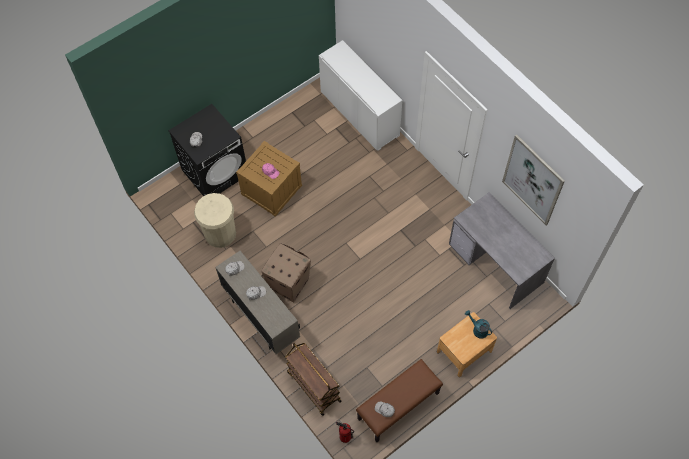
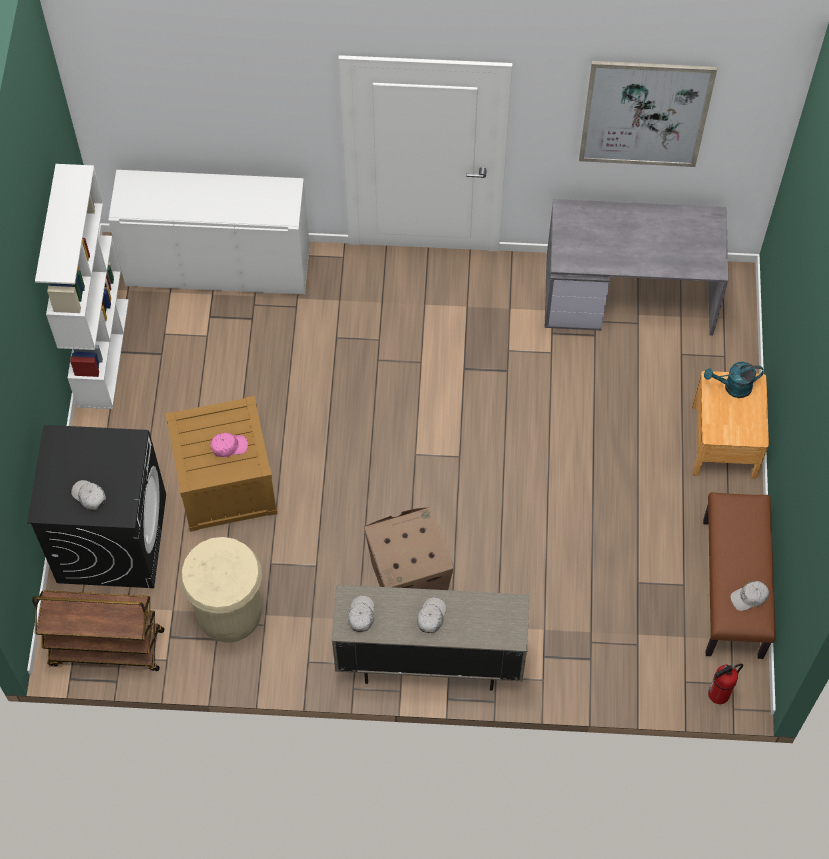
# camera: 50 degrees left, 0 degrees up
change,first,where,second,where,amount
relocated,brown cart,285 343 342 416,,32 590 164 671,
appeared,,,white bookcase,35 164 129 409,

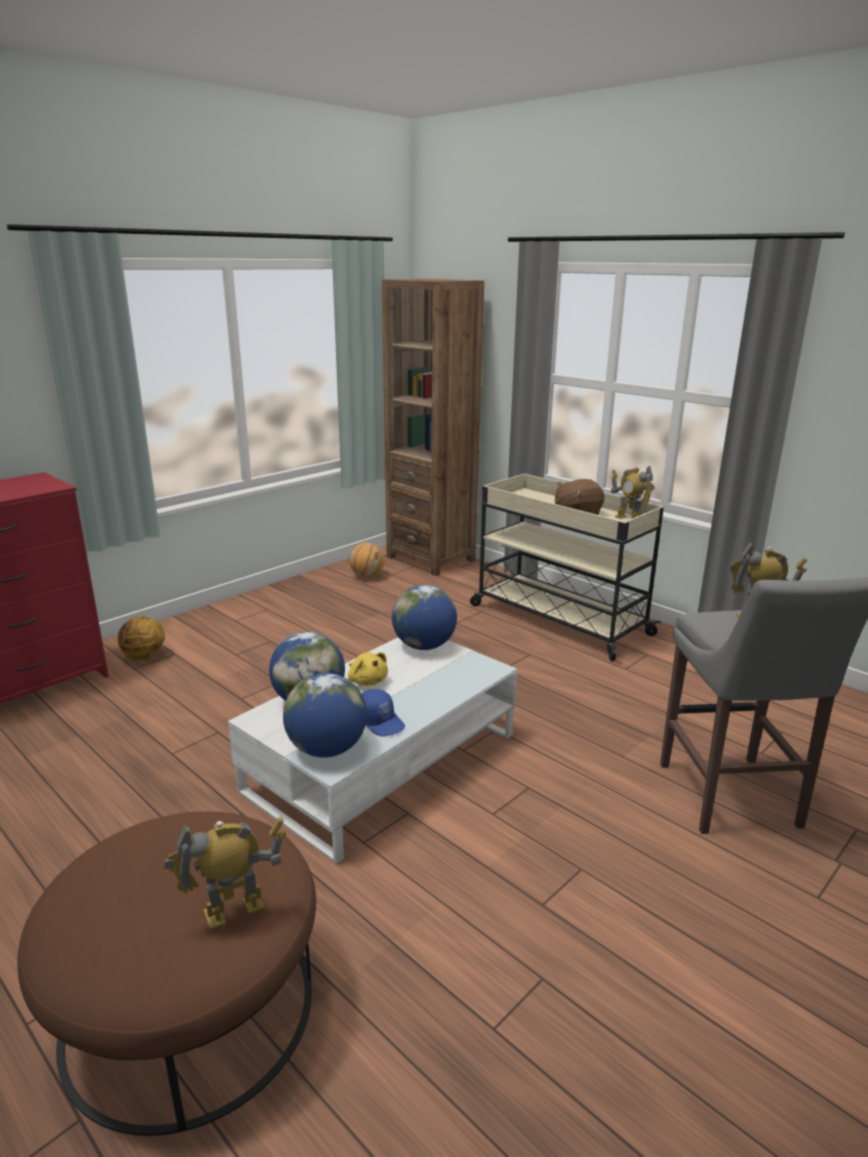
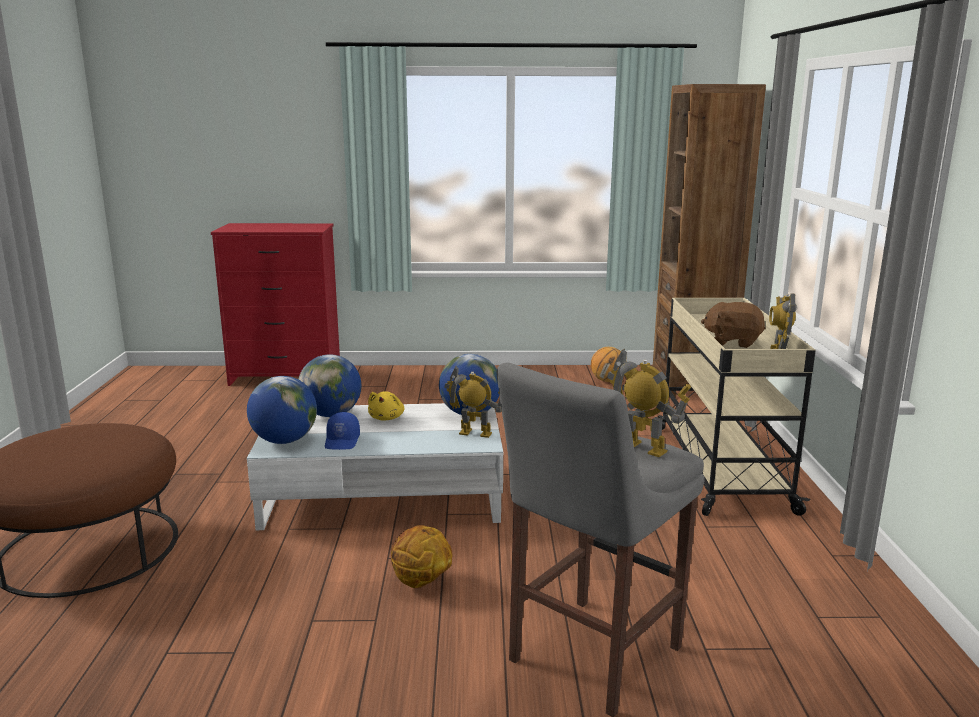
# camera: 45 degrees right, 5 degrees down
change,first,where,second,where,amount
relocated,basketball,118 616 165 660,,391 525 452 588,
relocated,toy robot,164 817 287 931,,445 367 502 438,

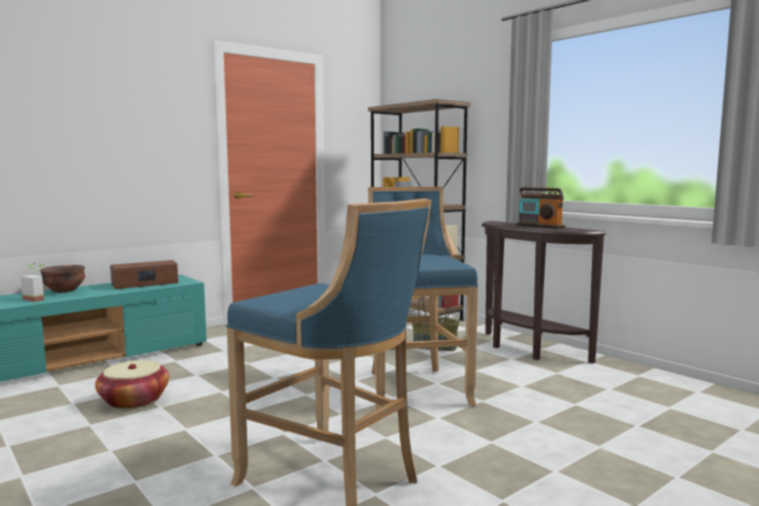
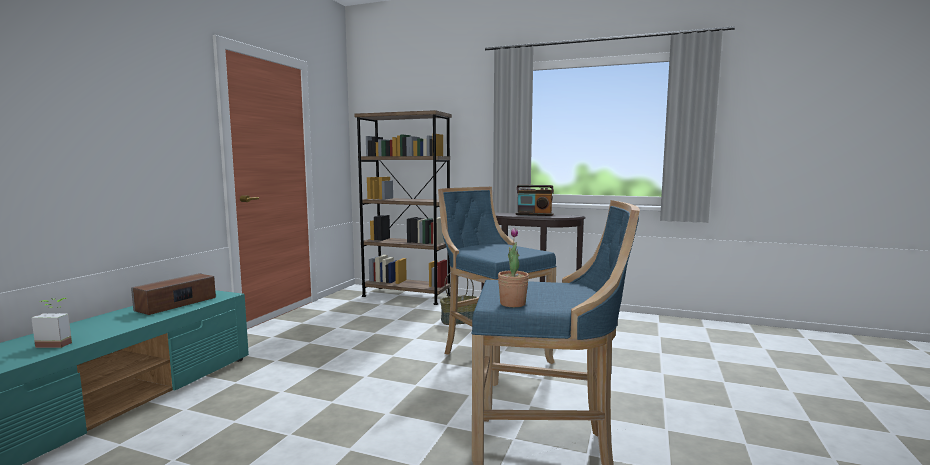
# camera: 30 degrees left, 0 degrees up
change,first,where,second,where,amount
missing,brown bowl,40 265 85 293,,,
missing,basket,95 360 169 409,,,
appeared,,,potted plant,498 228 529 307,

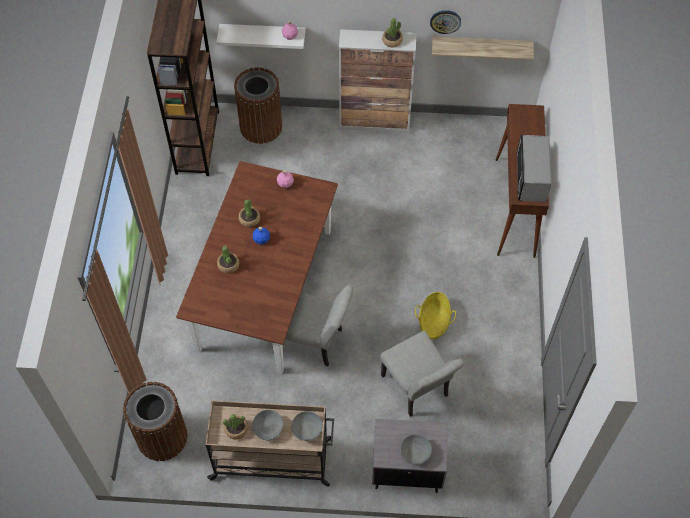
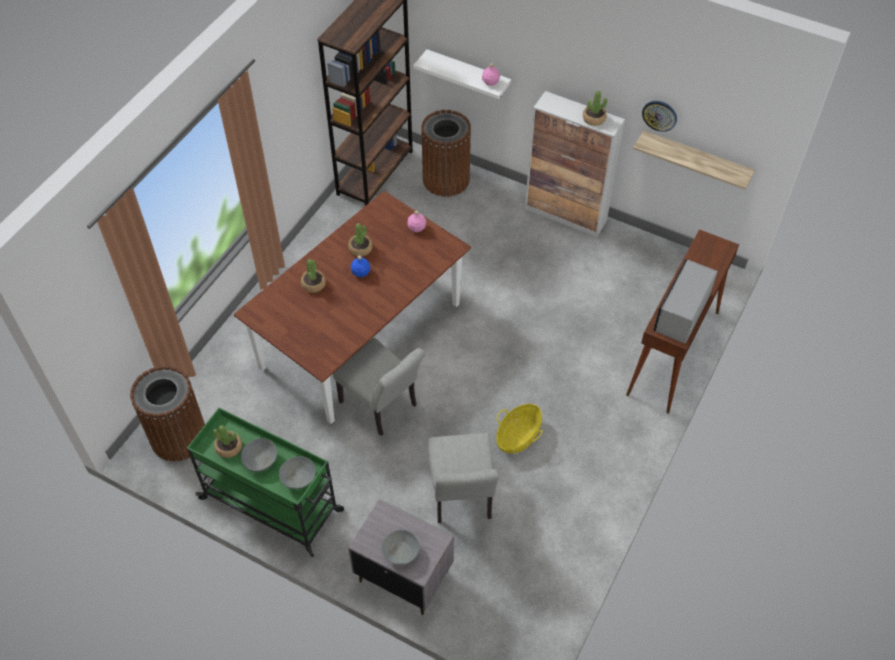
# camera: 25 degrees right, 5 degrees down
change,first,where,second,where,amount
colour,beige cart,205 400 334 487,green cart,187 408 344 557,

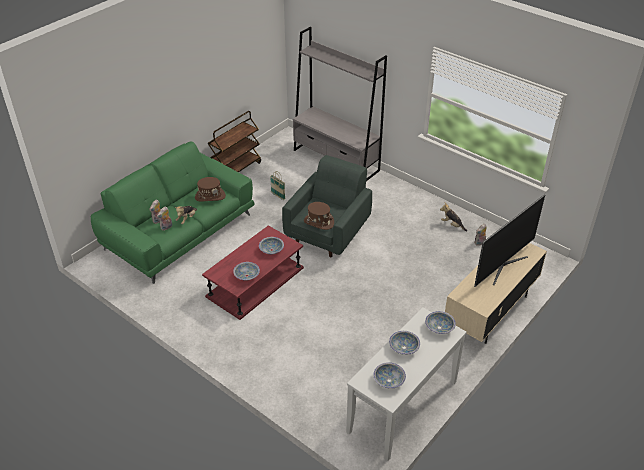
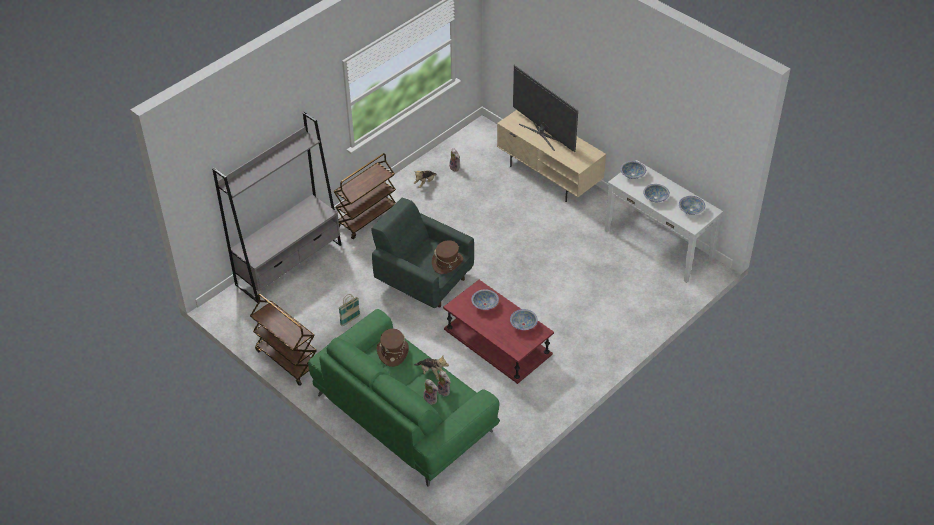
# camera: 85 degrees left, 5 degrees up
change,first,where,second,where,amount
appeared,,,brown cart,334 153 396 239,

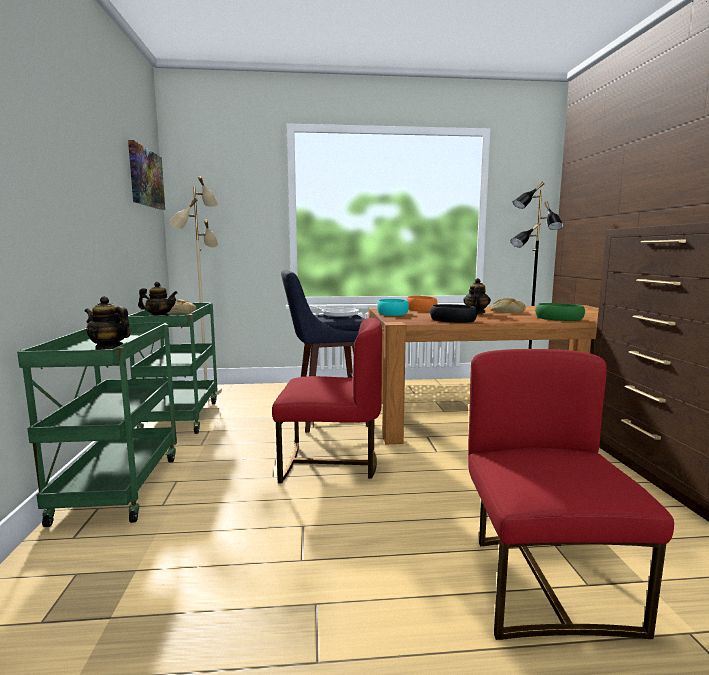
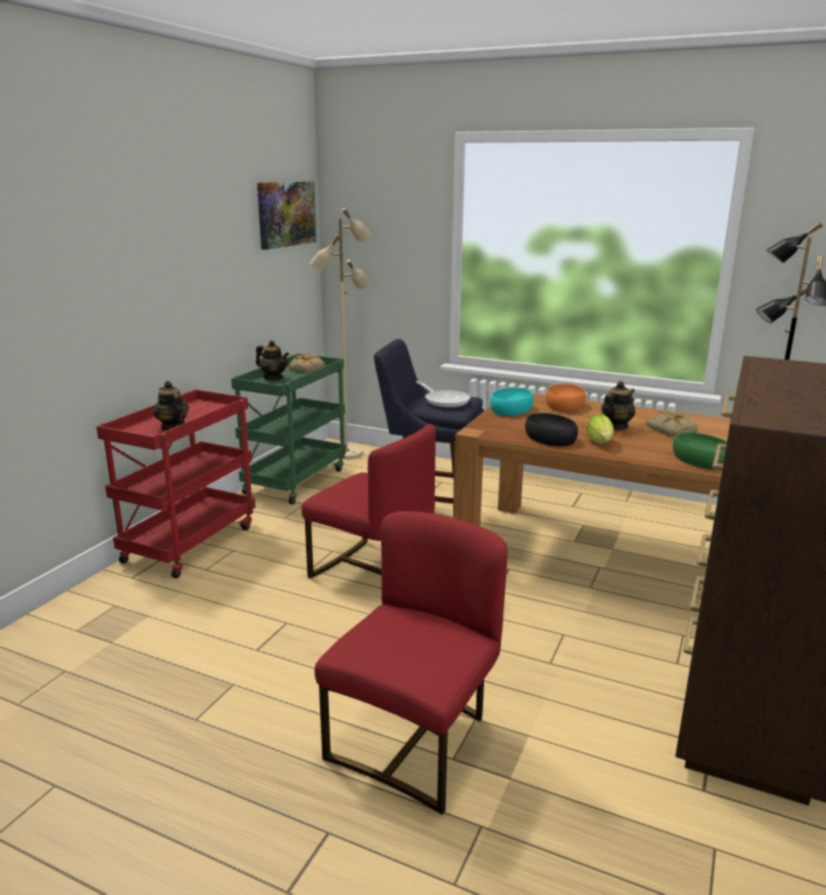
# camera: 30 degrees right, 10 degrees up
change,first,where,second,where,amount
colour,green cart,17 323 177 527,red cart,96 389 255 578,
appeared,,,lettuce,586 414 614 443,

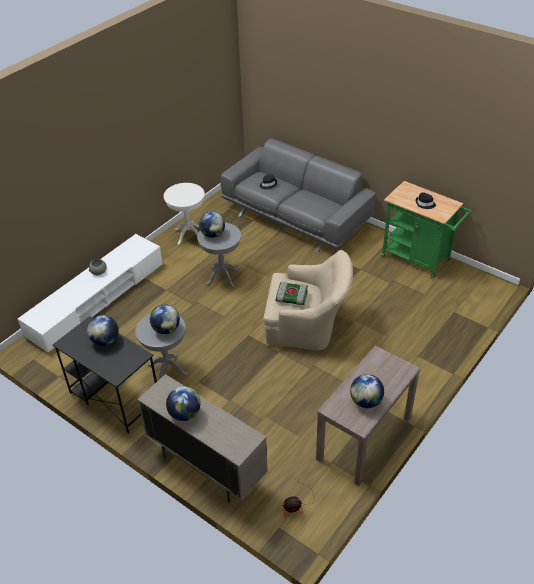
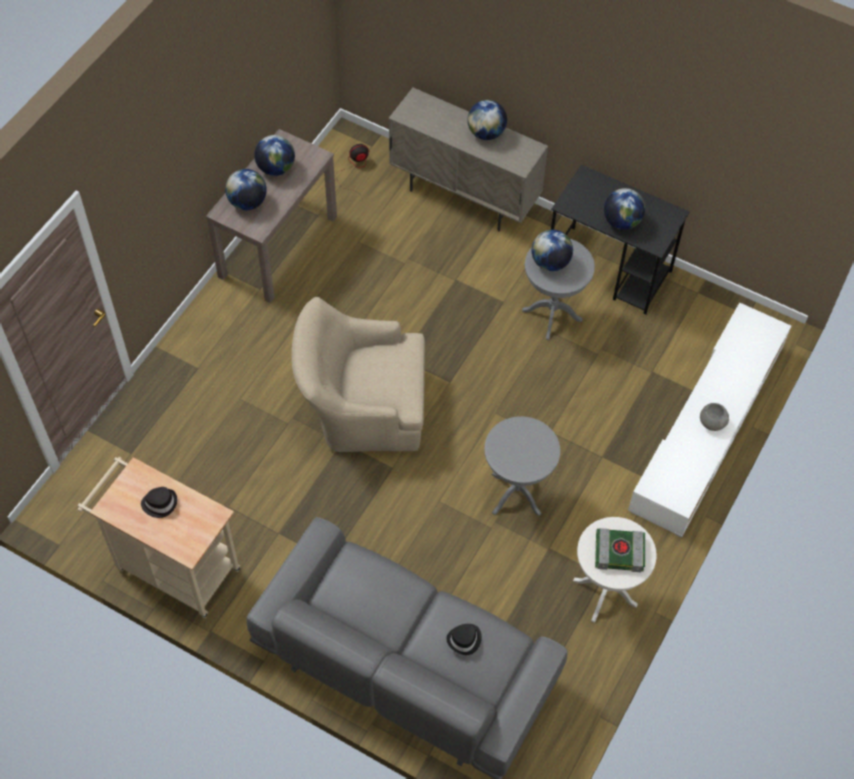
# camera: 170 degrees right, 15 degrees up
change,first,where,second,where,amount
relocated,globe,199 212 225 238,,225 169 267 210,
relocated,book,276 282 308 305,,595 528 645 572,
colour,green cart,382 181 472 278,beige cart,77 457 241 618,

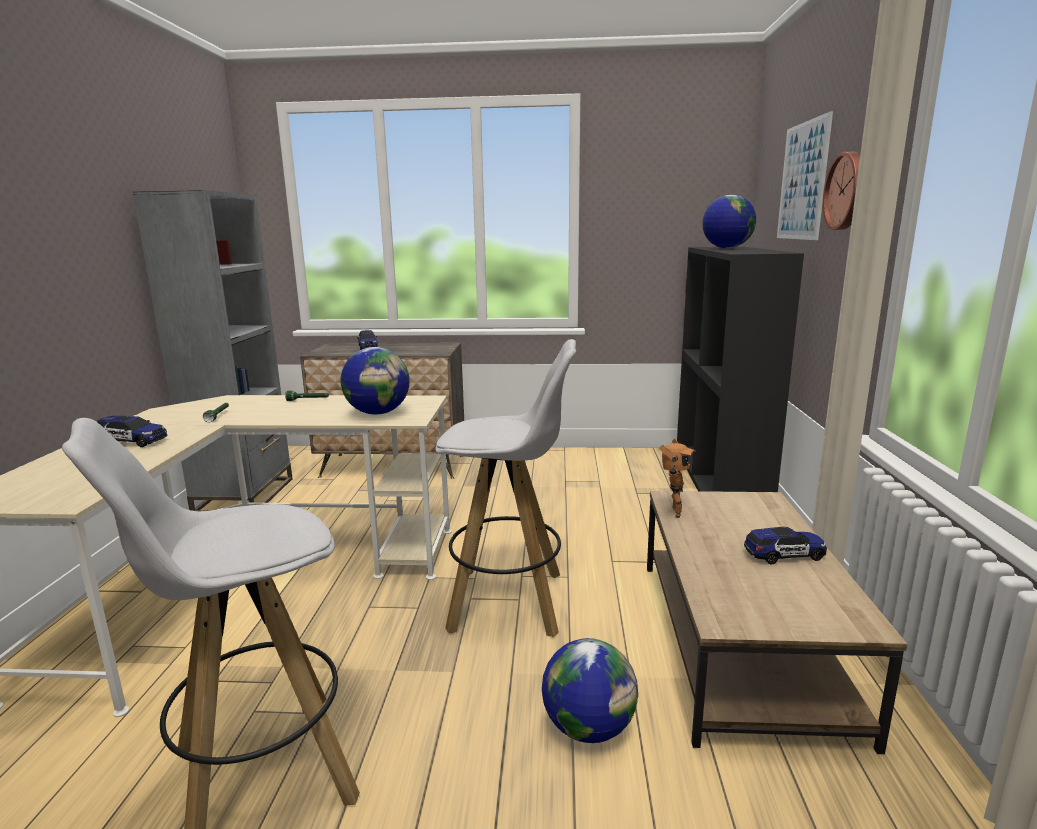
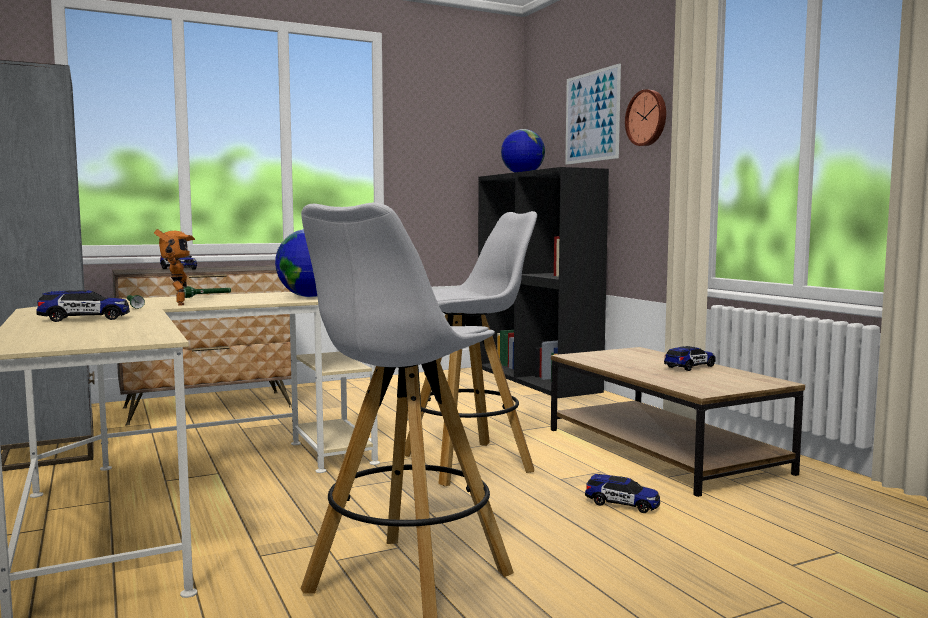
# camera: 30 degrees left, 10 degrees down
change,first,where,second,where,amount
exchanged,globe,542 638 638 743,toy car,585 474 660 513,
relocated,toy robot,659 439 696 518,,154 229 195 306,

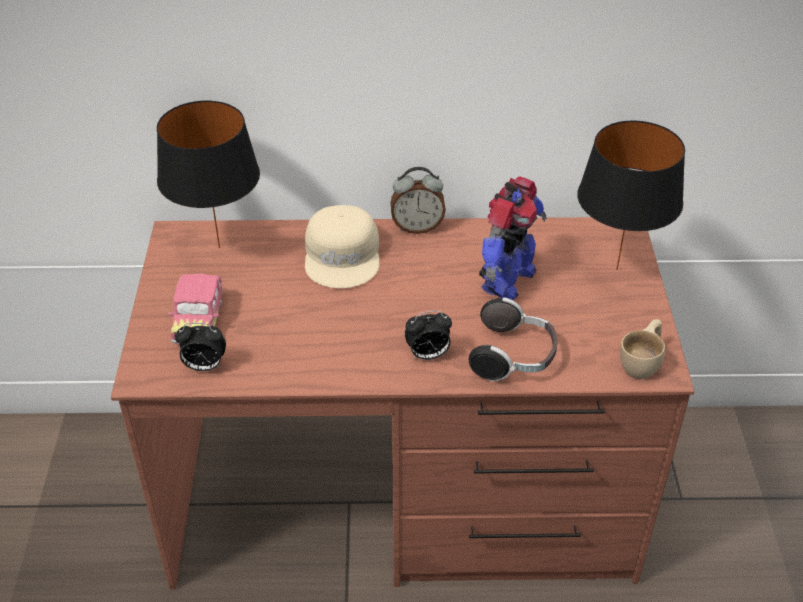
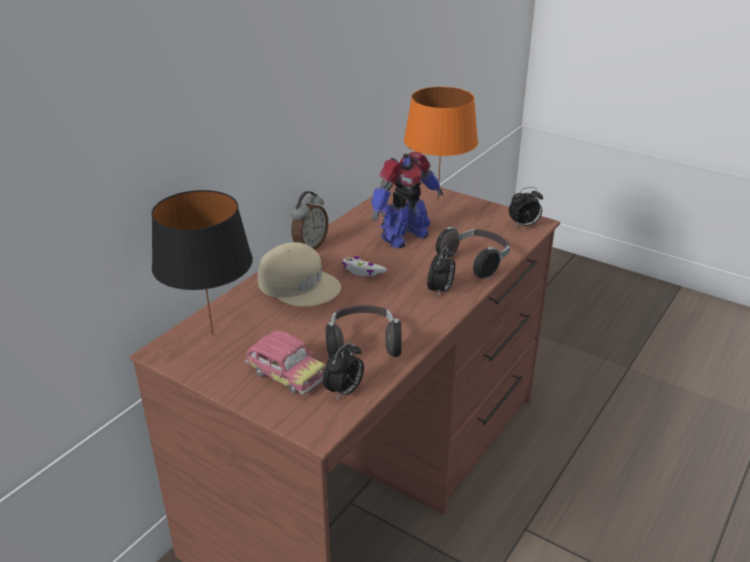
# camera: 55 degrees left, 10 degrees down
change,first,where,second,where,amount
spun,toy robot,479 176 547 300,,371 152 443 249,75 degrees clockwise
colour,black table lamp,577 120 685 270,orange table lamp,404 87 478 201,
exchanged,beige cup,620 319 665 379,alarm clock,509 187 543 228,
appeared,,,headphones,326 305 401 358,
appeared,,,white game controller,342 256 387 276,

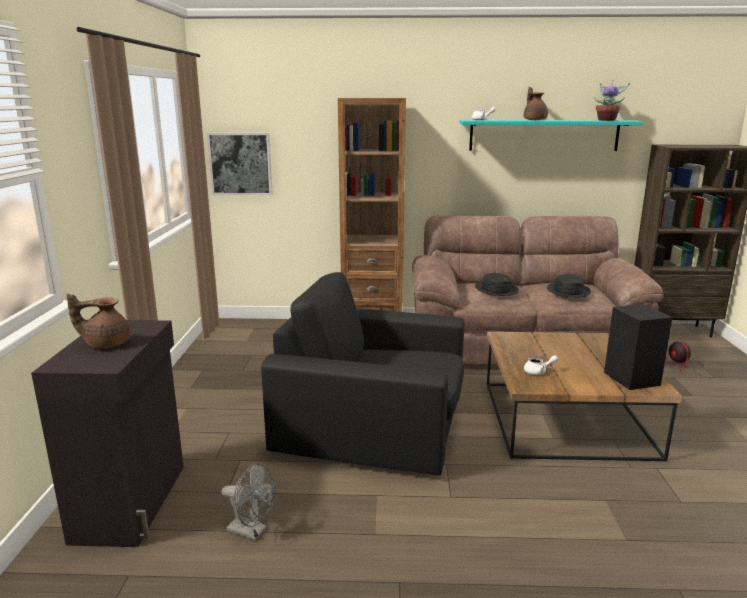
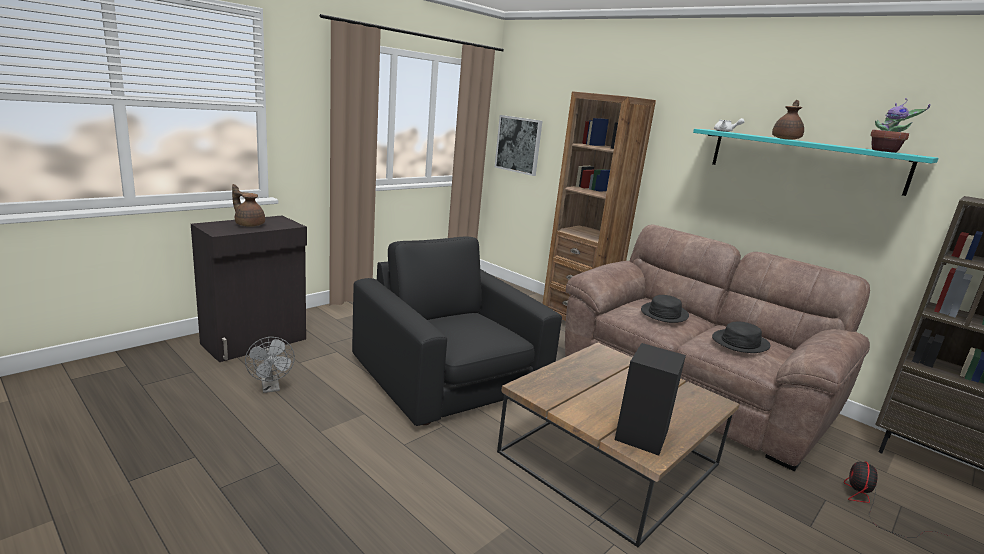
# camera: 40 degrees right, 0 degrees up
change,first,where,second,where,amount
missing,white teapot,524 355 558 375,,,

